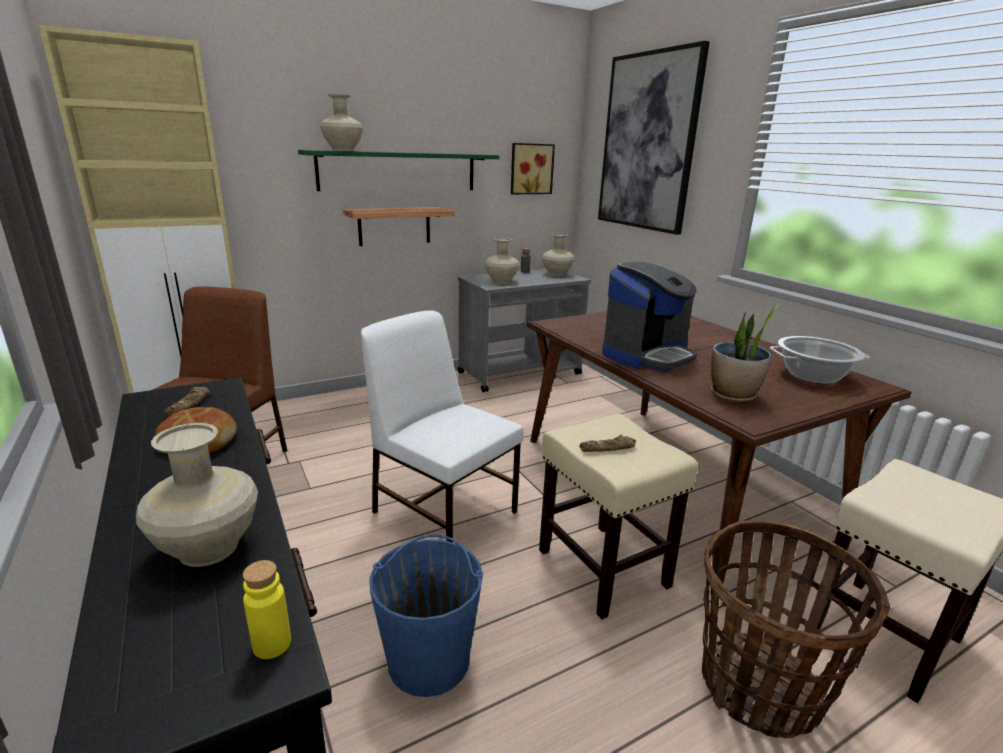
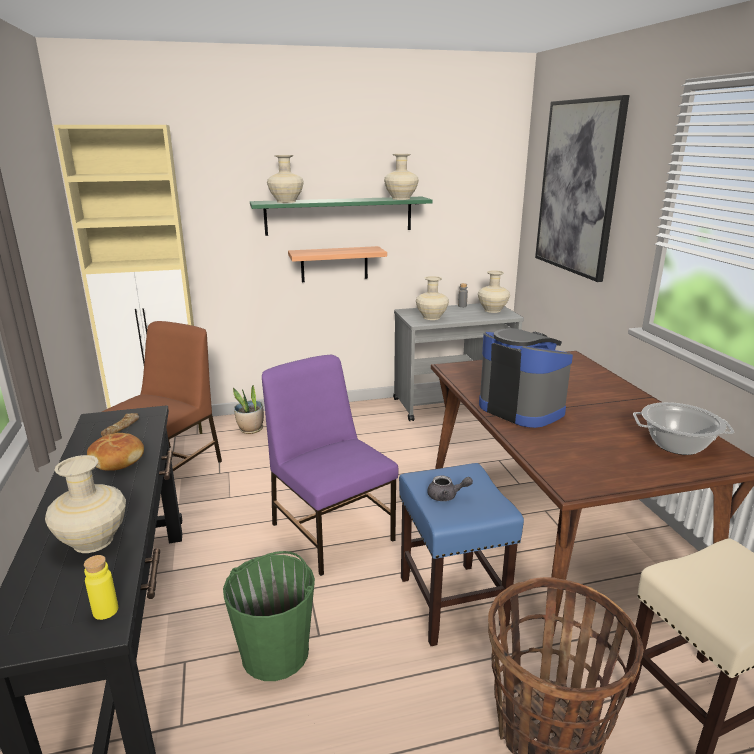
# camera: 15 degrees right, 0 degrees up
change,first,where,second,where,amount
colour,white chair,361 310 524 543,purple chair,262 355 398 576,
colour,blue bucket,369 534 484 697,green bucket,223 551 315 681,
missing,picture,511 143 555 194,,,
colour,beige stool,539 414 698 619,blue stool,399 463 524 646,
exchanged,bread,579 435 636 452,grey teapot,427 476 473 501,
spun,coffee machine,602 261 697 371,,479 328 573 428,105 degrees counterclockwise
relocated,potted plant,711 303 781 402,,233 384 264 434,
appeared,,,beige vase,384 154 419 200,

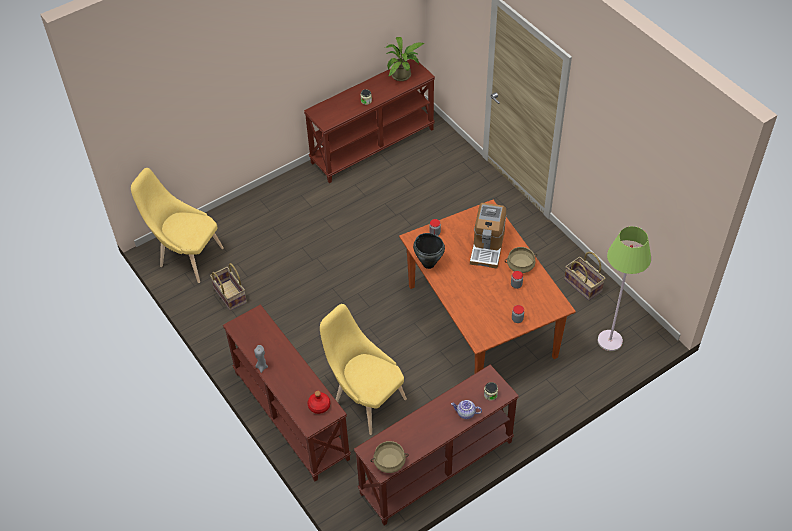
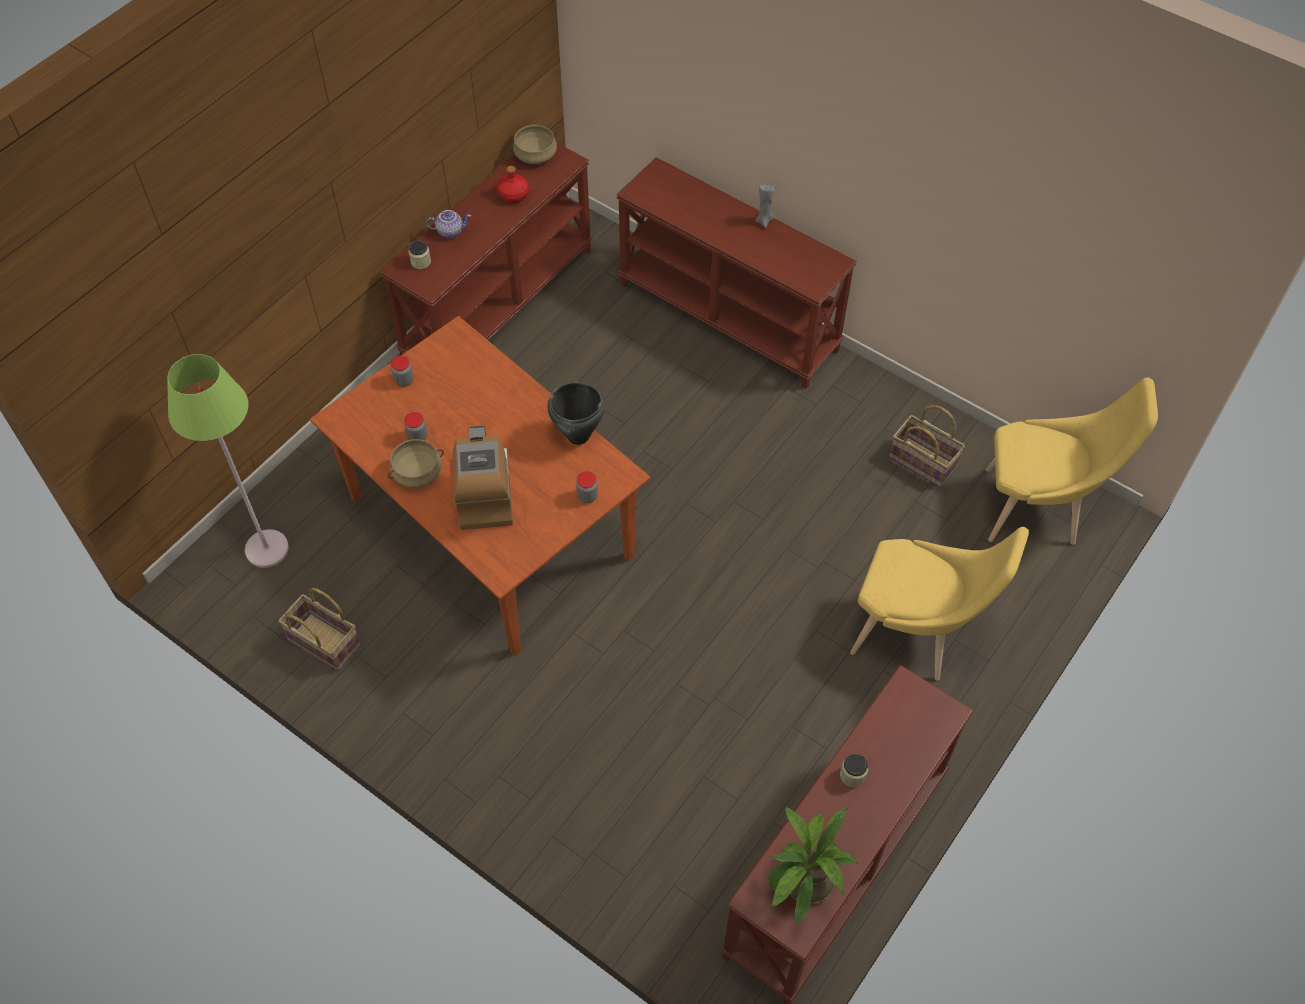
# camera: 160 degrees right, 5 degrees up
change,first,where,second,where,amount
relocated,red bottle,308 391 330 414,,496 166 529 203,
relocated,yellow chair,320 304 407 435,,850 527 1029 681,

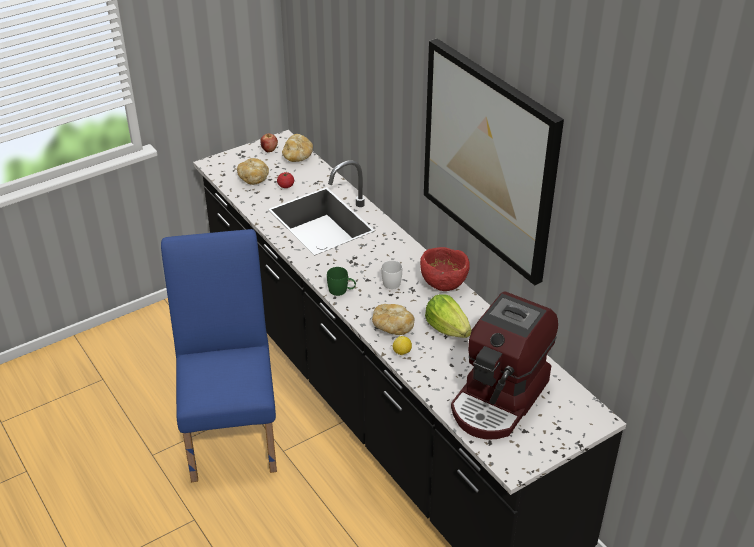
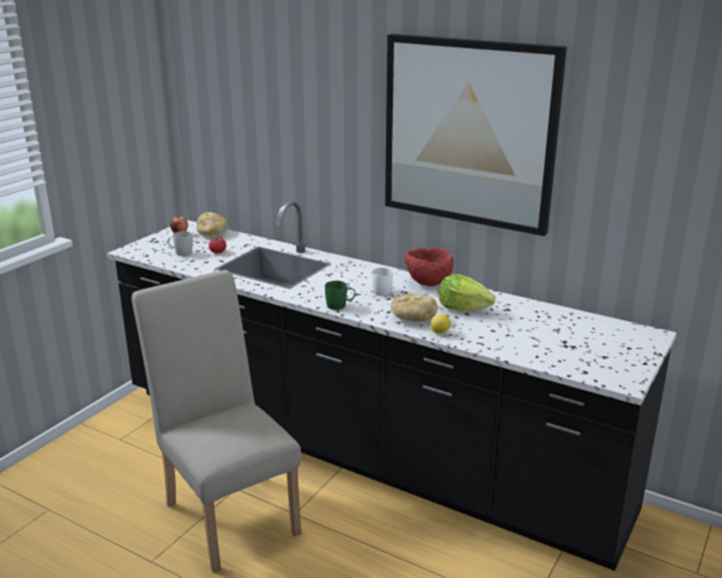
# camera: 25 degrees left, 15 degrees down
change,first,where,second,where,amount
colour,blue chair,161 229 277 482,beige chair,131 270 301 573,
exchanged,bread,237 158 269 185,white mug,168 231 193 256,
missing,coffee machine,451 291 558 440,,,

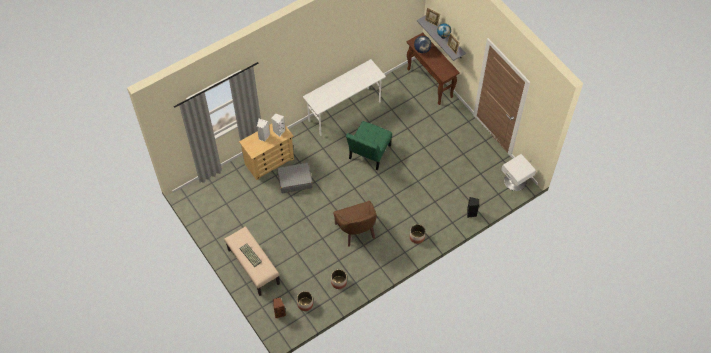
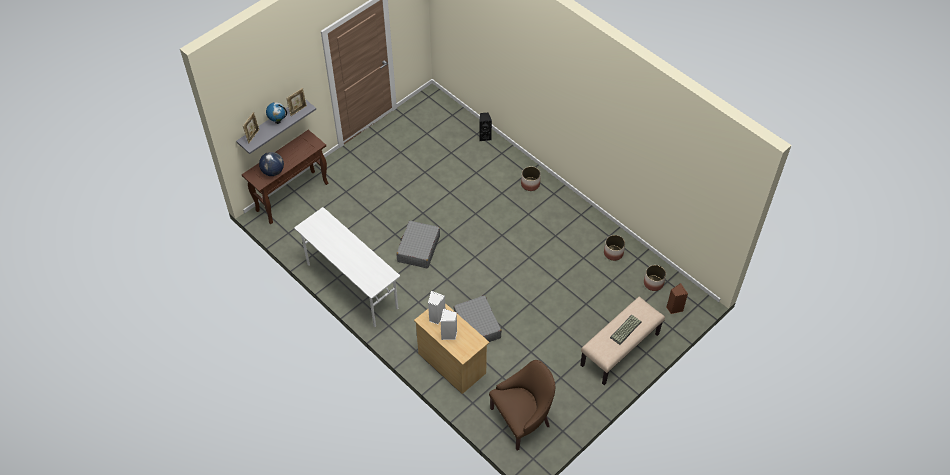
# camera: 100 degrees left, 5 degrees down
change,first,where,second,where,amount
relocated,brown armchair,333 201 377 247,,489 360 555 451,
exchanged,green chair,346 121 392 170,grey suitcase,396 221 440 268,
missing,white nightstand,501 154 536 191,,,

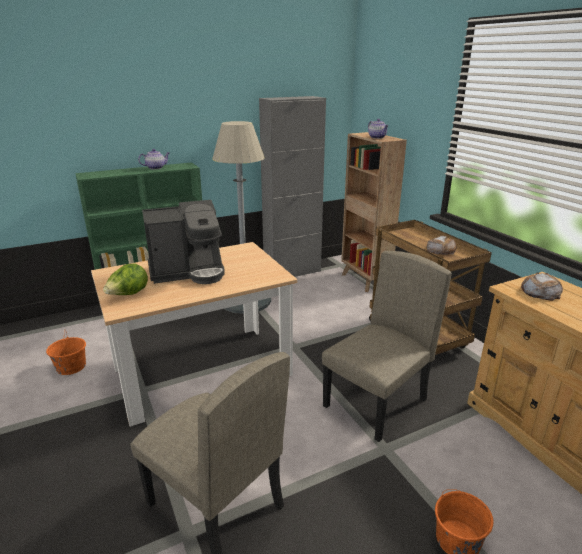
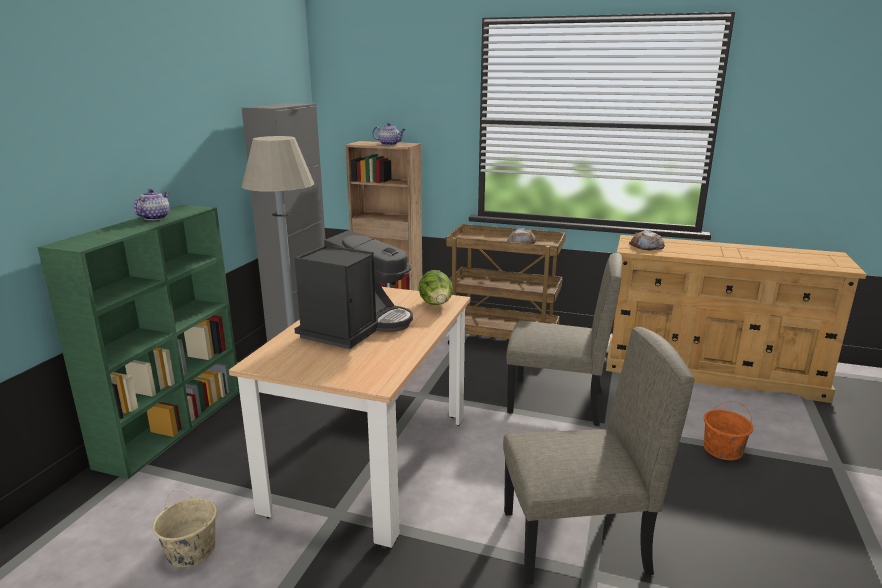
# camera: 45 degrees left, 5 degrees down
change,first,where,second,where,amount
colour,orange bucket,46 329 86 375,beige bucket,153 489 217 567,
relocated,lettuce,103 263 148 295,,418 270 453 305,
spun,beige chair,322 251 452 442,,506 253 622 426,105 degrees clockwise

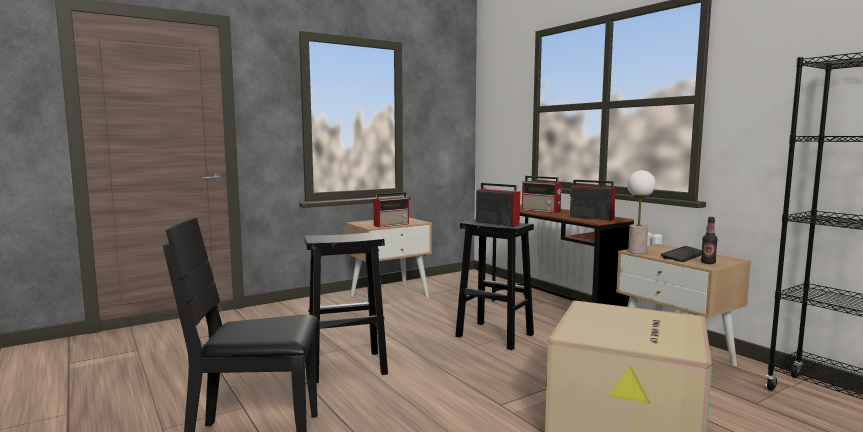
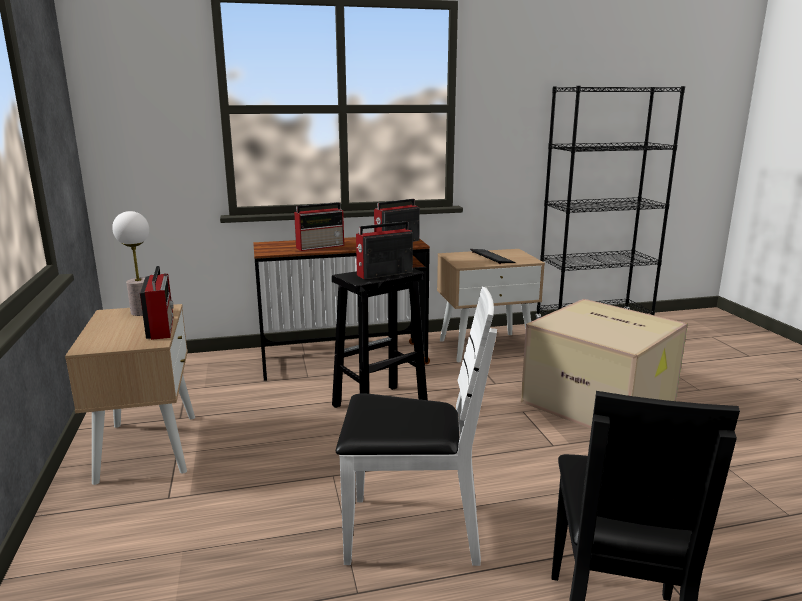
# camera: 70 degrees left, 10 degrees up
change,first,where,second,where,amount
exchanged,black stool,304 232 388 383,white chair,336 287 497 566,
relocated,table lamp,627 170 656 254,,112 211 149 316,
missing,bottle,701 217 718 264,,,

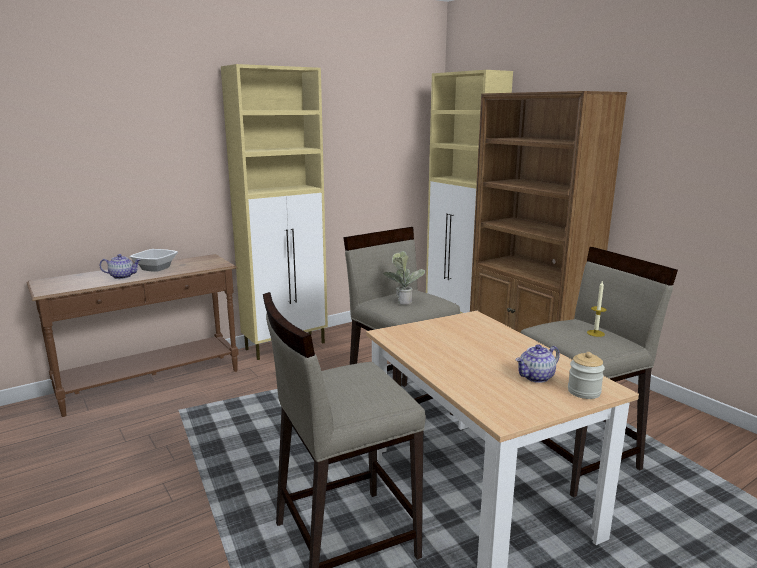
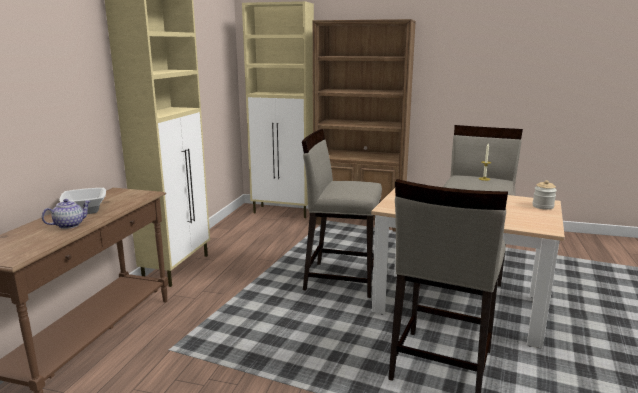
# camera: 40 degrees left, 0 degrees up
change,first,where,second,where,amount
missing,potted plant,383 251 426 305,,,
missing,teapot,516 344 560 383,,,

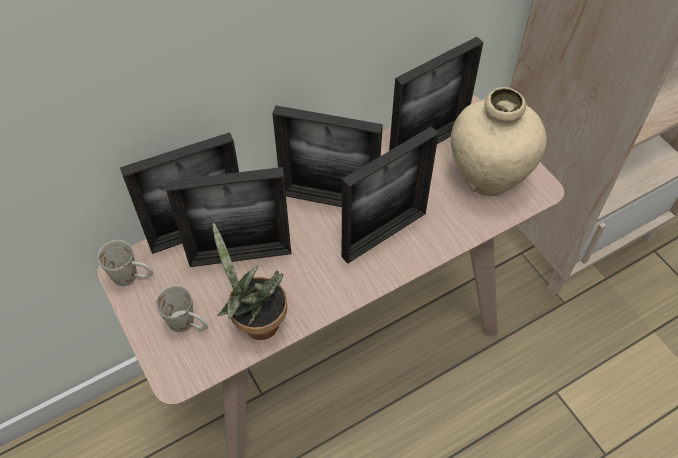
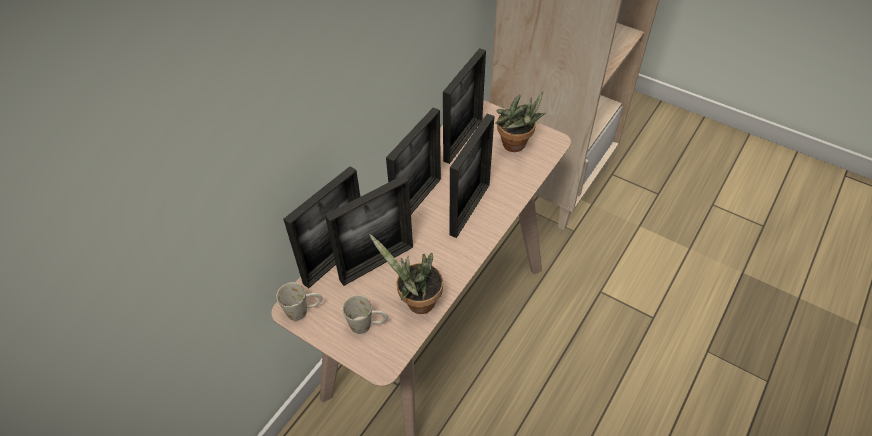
# camera: 25 degrees left, 5 degrees down
change,first,where,second,where,amount
spun,picture frame,272 105 383 207,,386 108 441 214,45 degrees counterclockwise
exchanged,beige vase,451 87 547 196,potted plant,496 92 545 152,

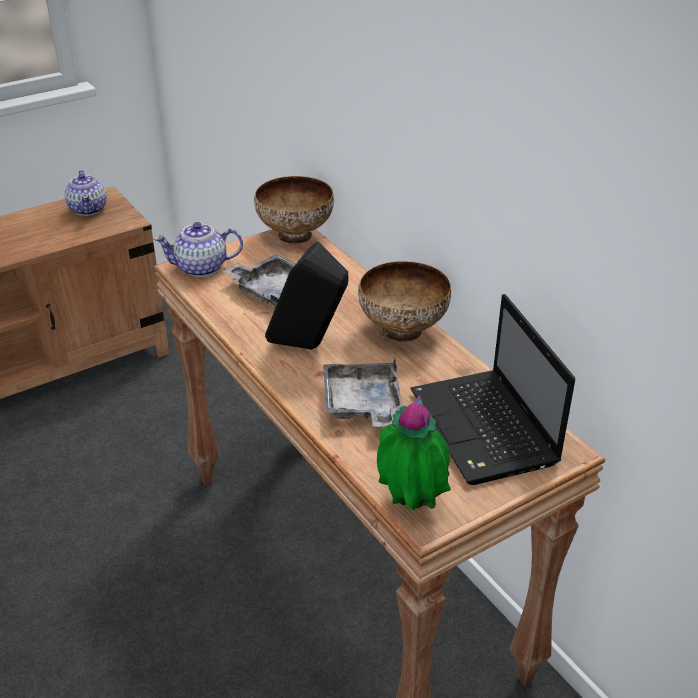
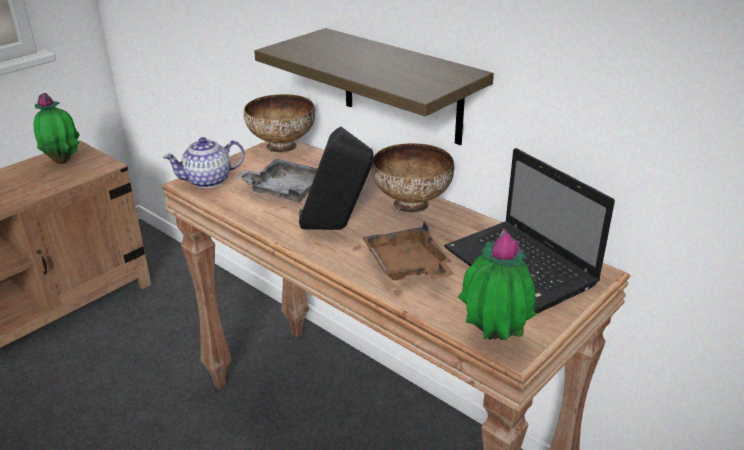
# camera: 15 degrees left, 5 degrees down
change,first,where,second,where,amount
exchanged,teapot,64 170 107 216,potted plant,34 93 80 164,
colour,grey tray,323 359 402 427,brown tray,362 222 454 280,
appeared,,,shelf,254 28 494 145,

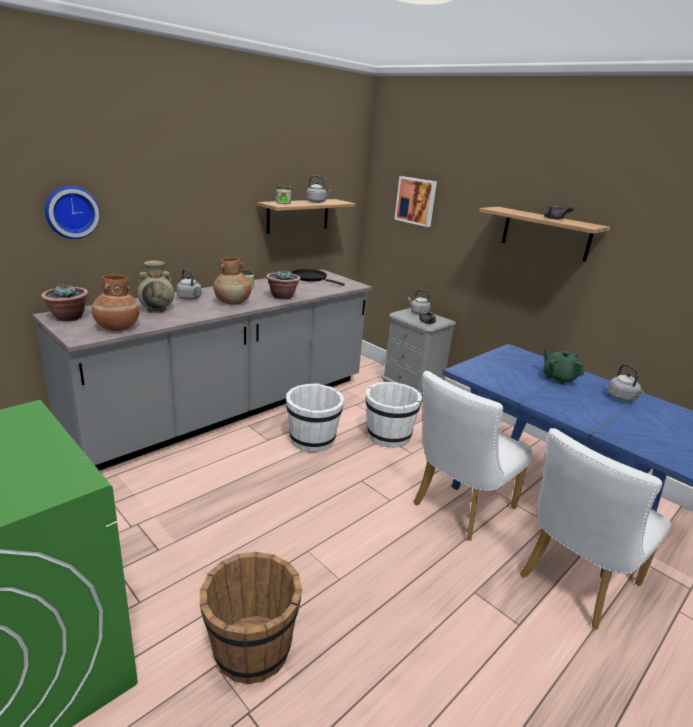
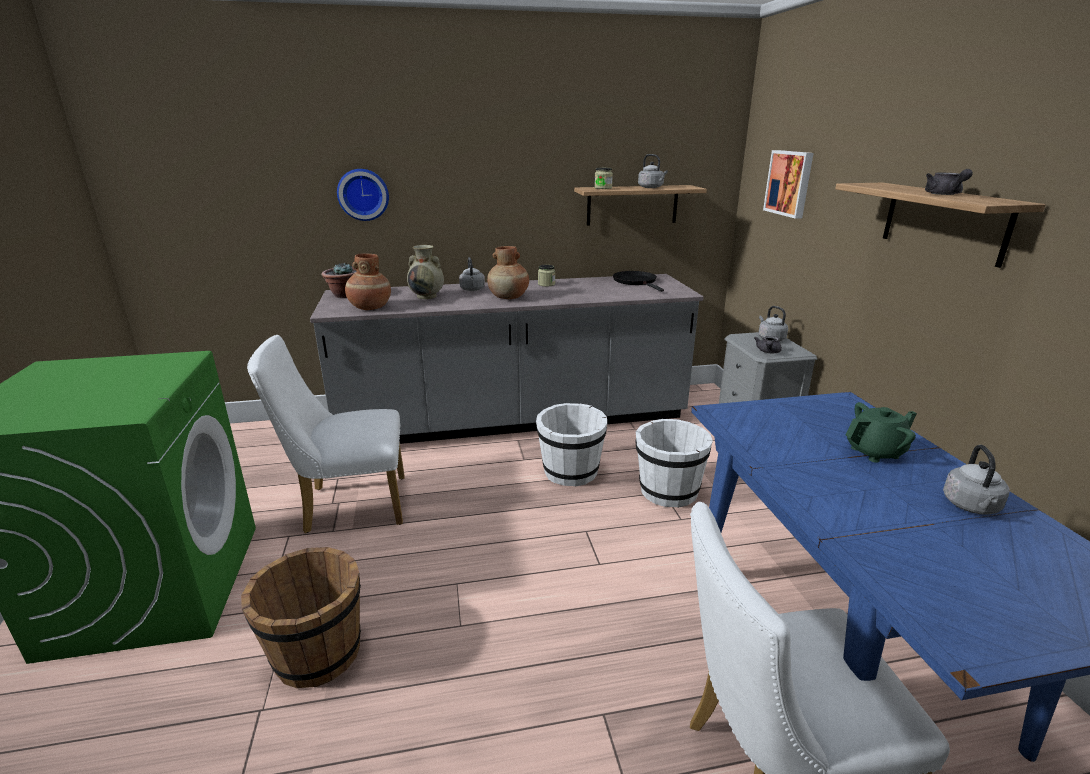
# camera: 35 degrees right, 0 degrees up
change,first,where,second,where,amount
missing,potted plant,266 270 301 299,,,
relocated,white chair,414 371 534 541,,247 335 405 533,
spun,green teapot,543 349 585 385,,845 402 917 463,75 degrees clockwise

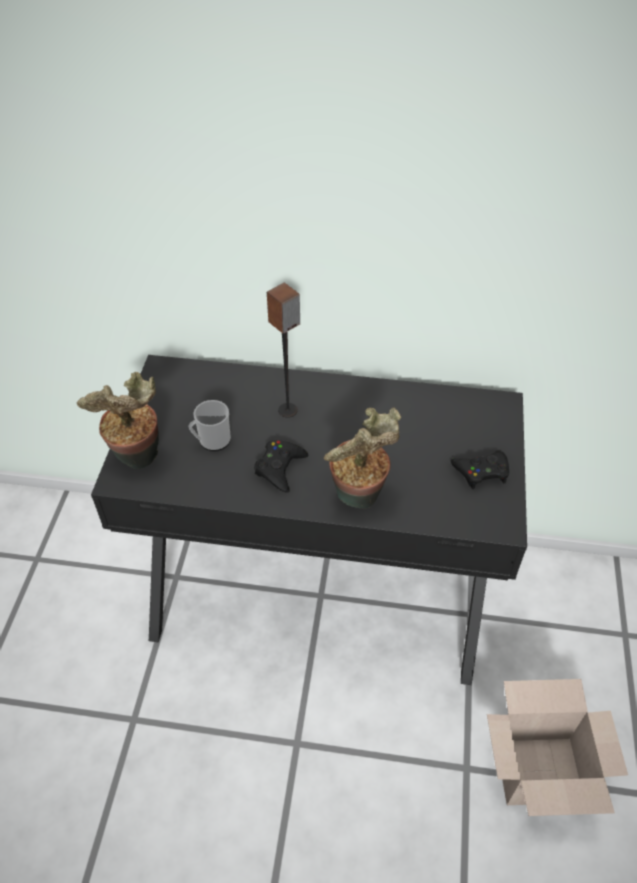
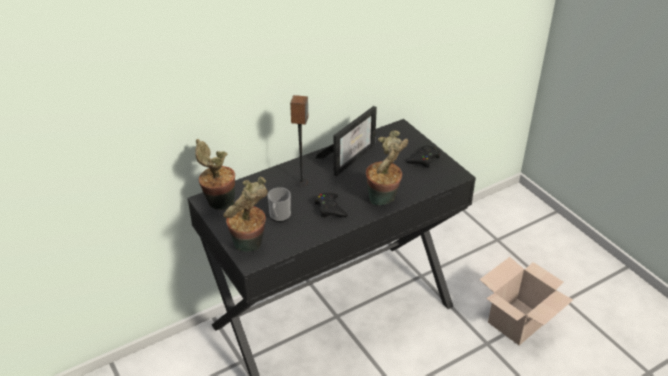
# camera: 40 degrees left, 10 degrees down
change,first,where,second,where,amount
appeared,,,potted plant,195 139 235 210,
appeared,,,picture frame,316 106 377 176,

